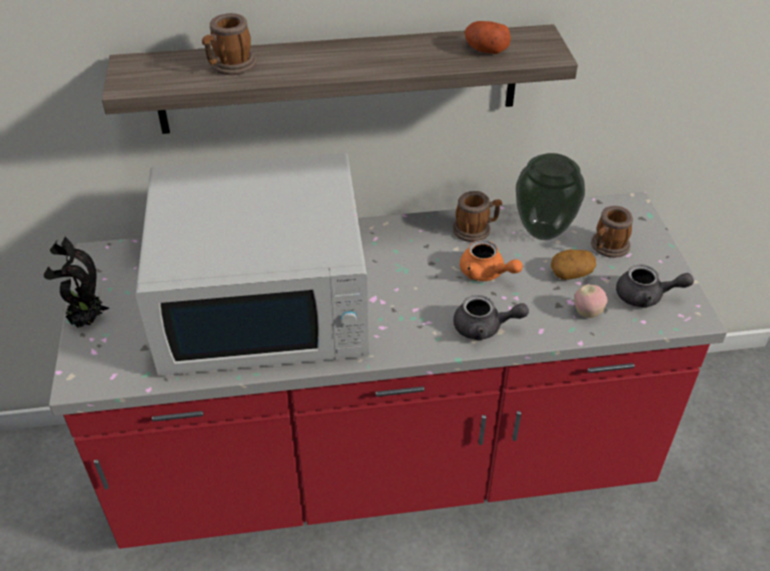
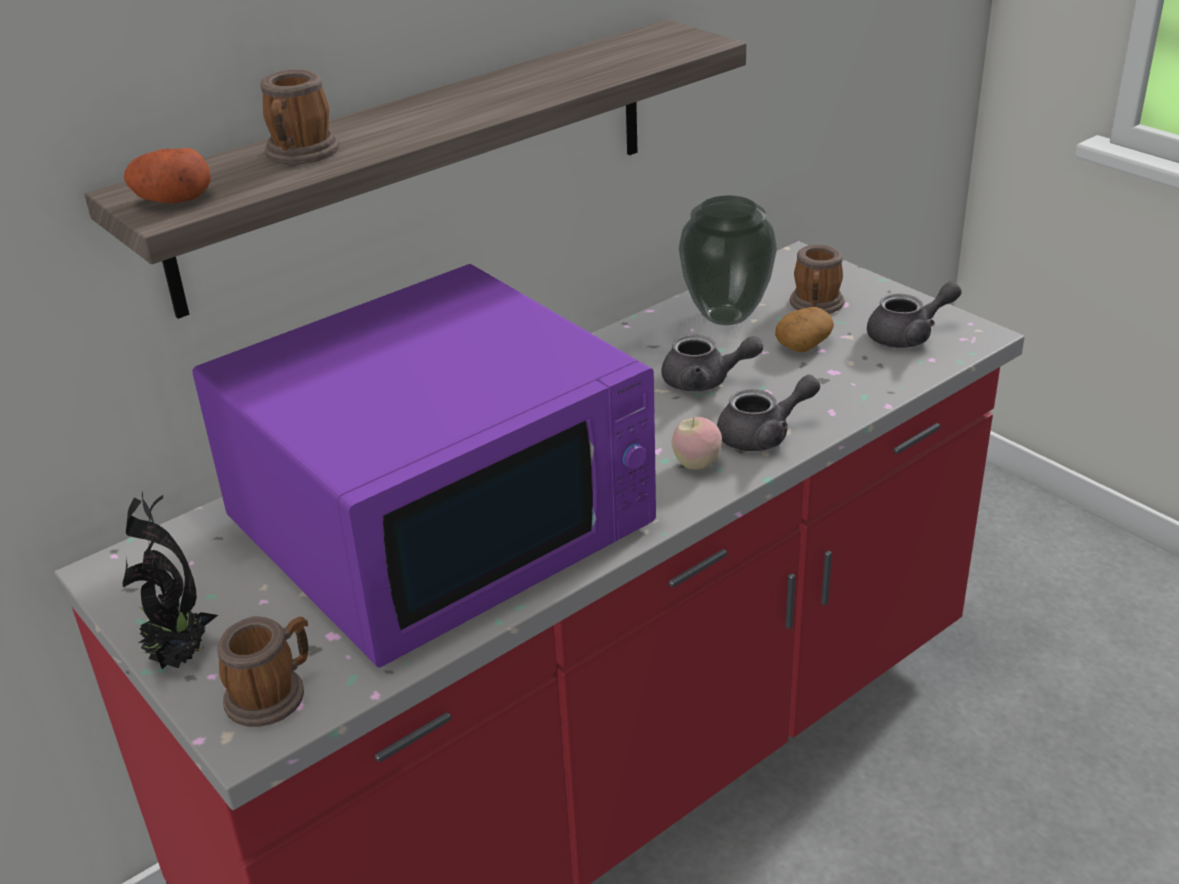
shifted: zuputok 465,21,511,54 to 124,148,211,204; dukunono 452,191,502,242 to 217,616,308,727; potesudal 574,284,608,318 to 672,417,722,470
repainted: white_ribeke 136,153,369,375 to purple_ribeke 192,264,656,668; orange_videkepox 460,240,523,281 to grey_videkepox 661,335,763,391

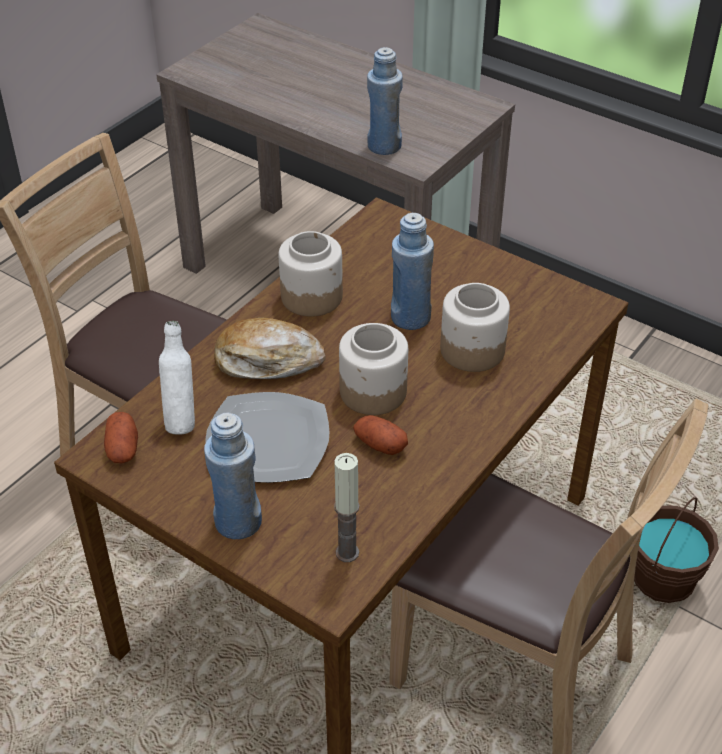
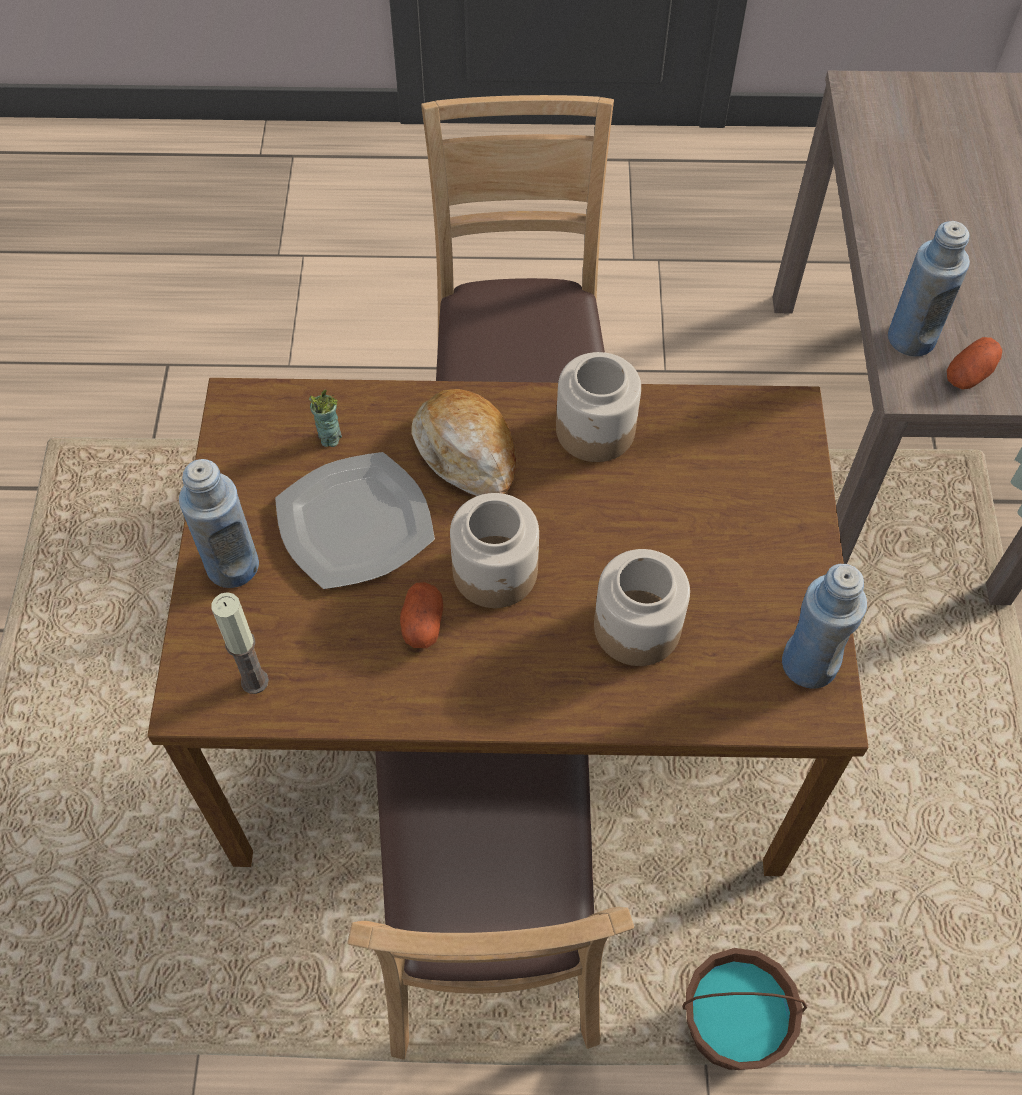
shifted: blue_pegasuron 391,213,434,330 to 782,564,867,689; zuputok 104,412,138,463 to 947,337,1002,389
swapped: white_pegasuron 159,320,195,435 to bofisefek 309,389,342,447

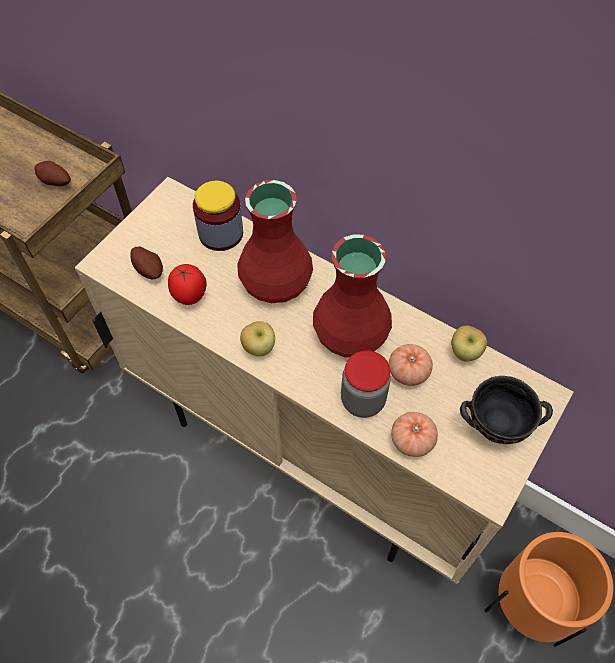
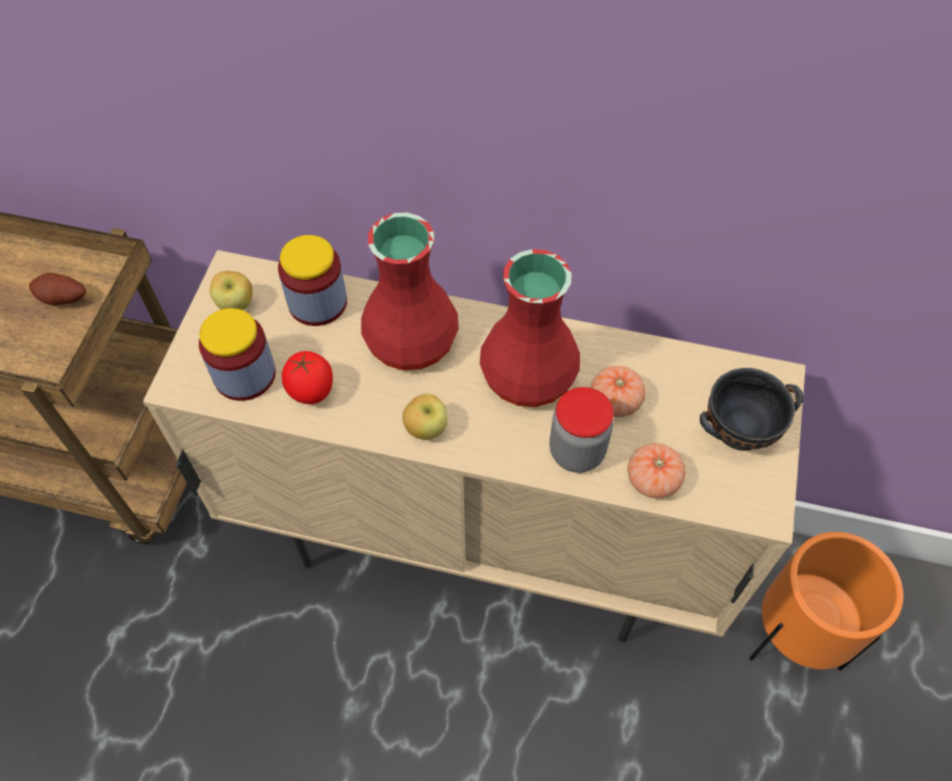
shifted: potesudal 451,326,487,362 to 210,271,253,310
swapped: zuputok 130,246,163,280 to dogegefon 199,308,276,401

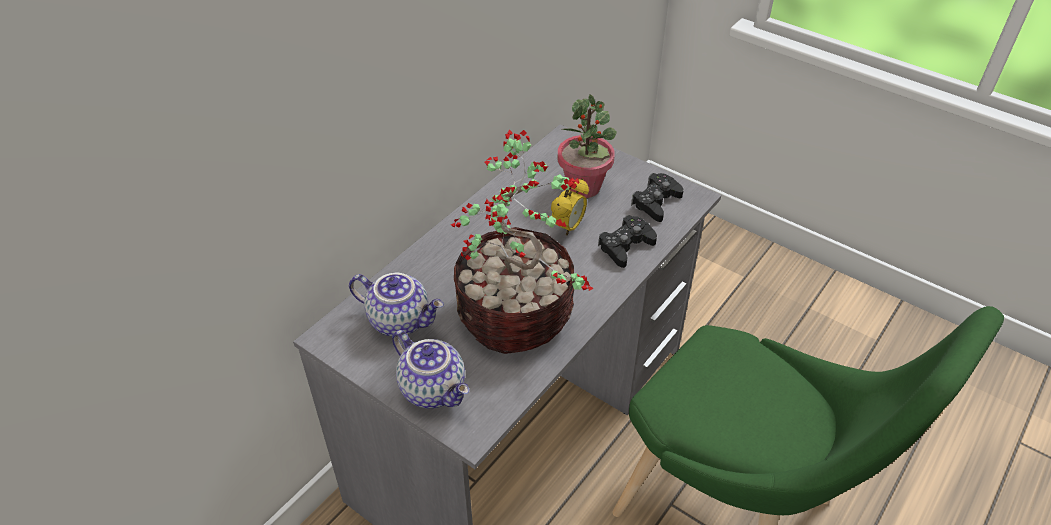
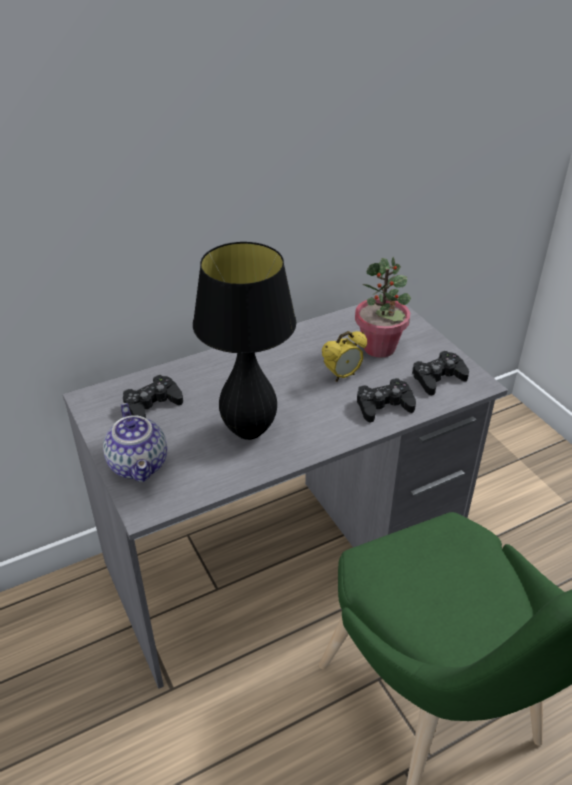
swapped: videkepox 349,273,444,336 to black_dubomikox 123,375,183,418; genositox 451,129,593,354 to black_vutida 193,242,296,440

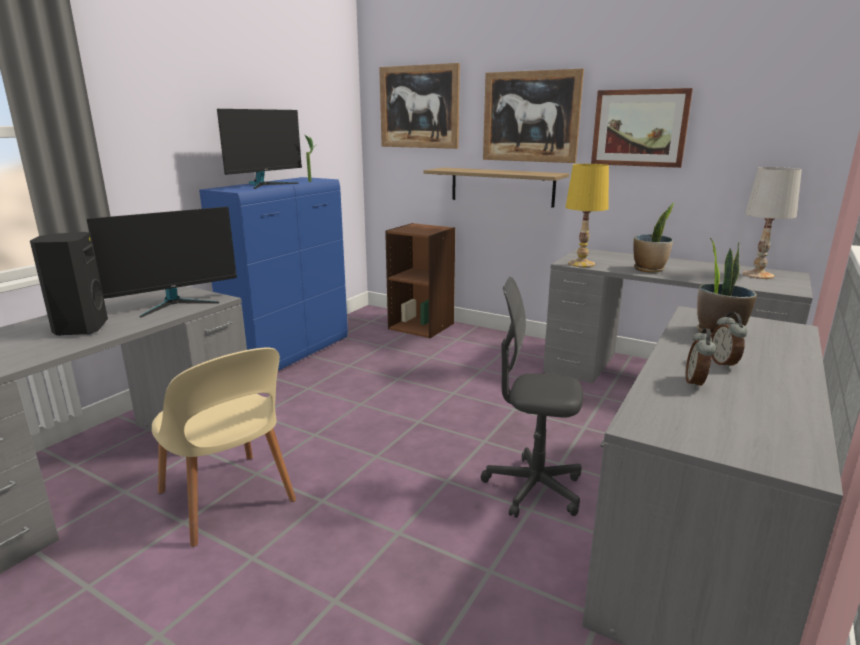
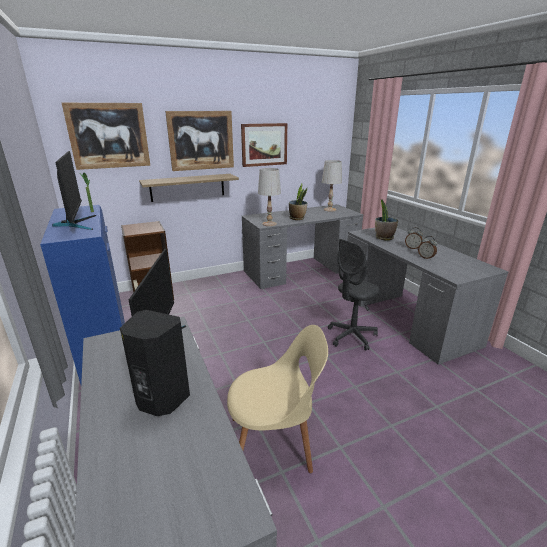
repainted: yellow_vutida 566,164,609,267 to white_vutida 258,168,281,226

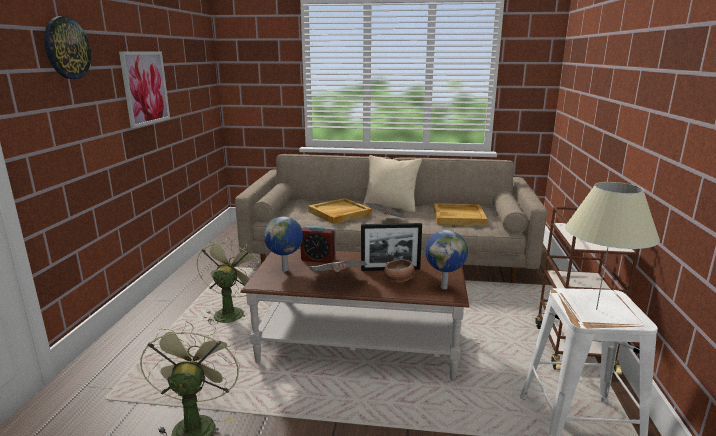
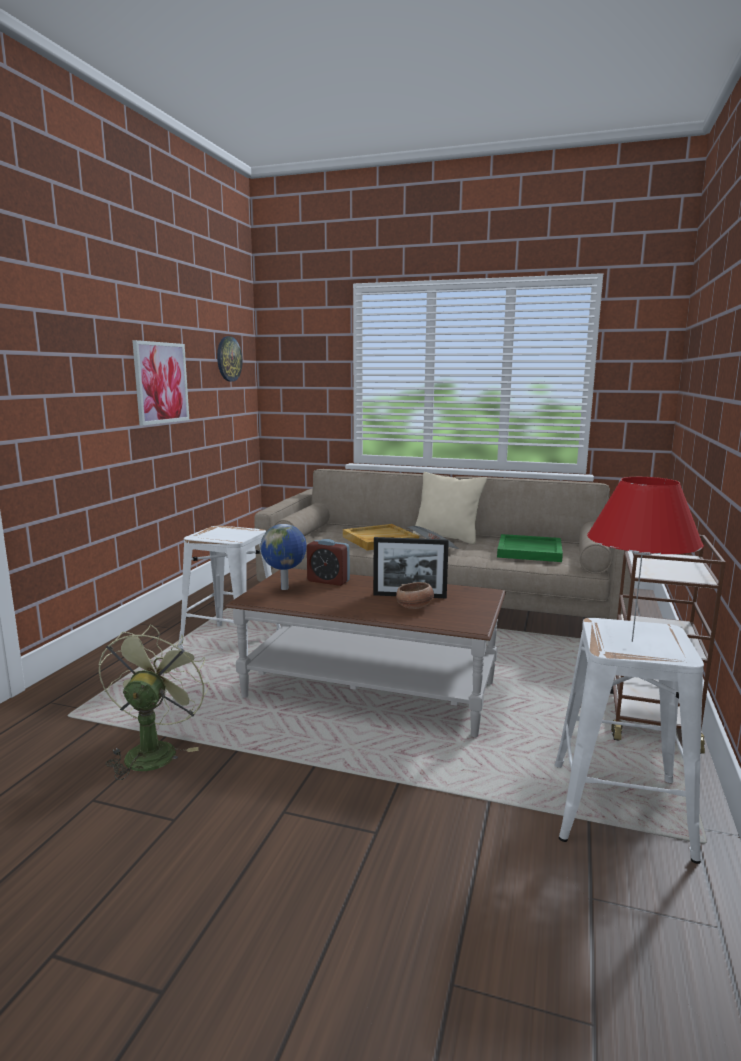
gone: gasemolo 309,261,367,272; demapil 425,230,468,289
shifted: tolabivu 44,16,91,79 to 217,336,242,382
swapped: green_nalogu 197,237,261,325 to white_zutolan 178,526,281,656
repainted: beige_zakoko 434,203,487,226 to green_zakoko 497,534,563,562; beige_vutida 565,182,660,310 to red_vutida 587,477,704,642

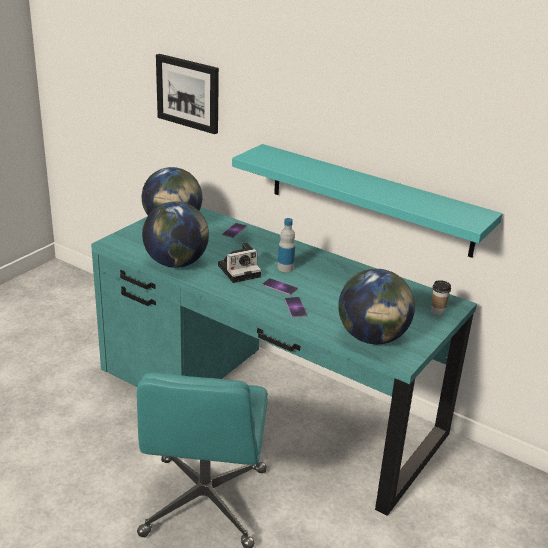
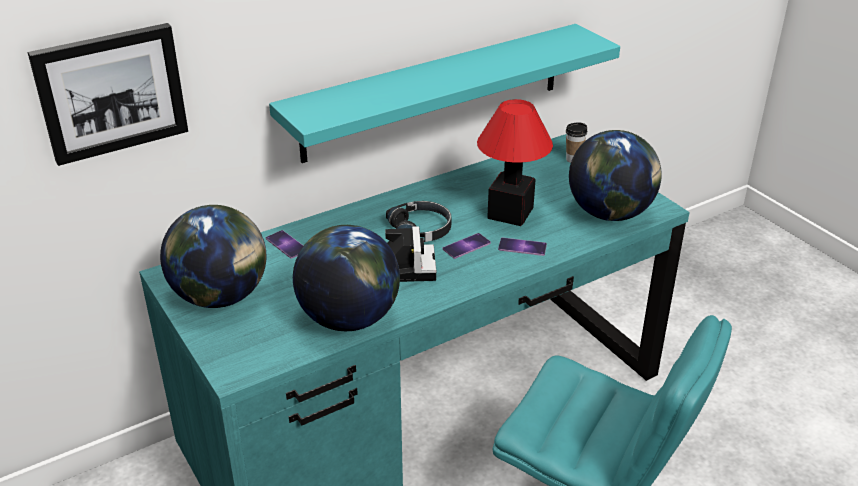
new: vutida 477,99,553,226
swapped: pegasuron 278,218,295,272 to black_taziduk 386,201,451,242

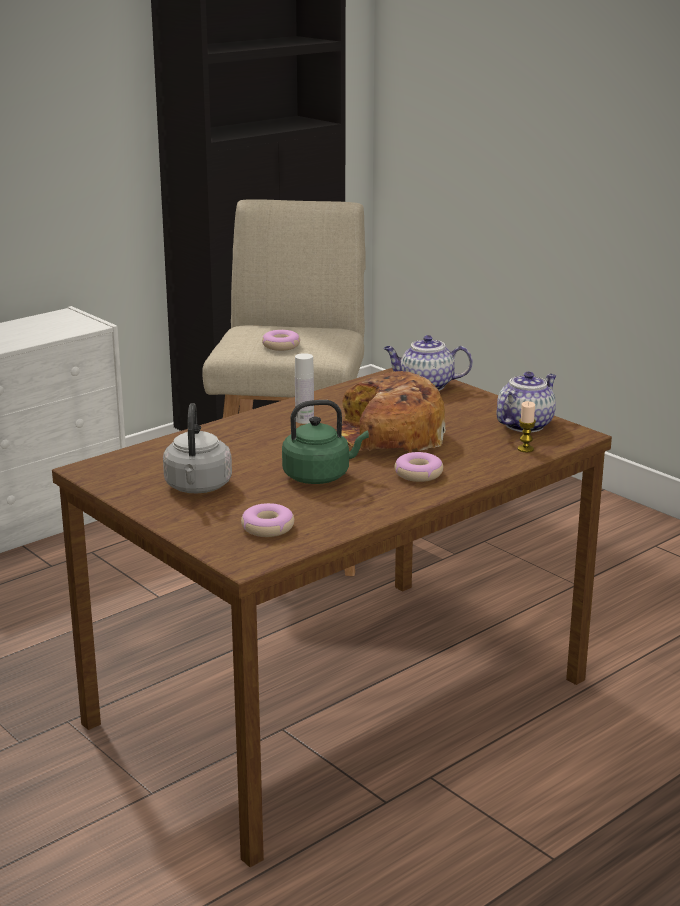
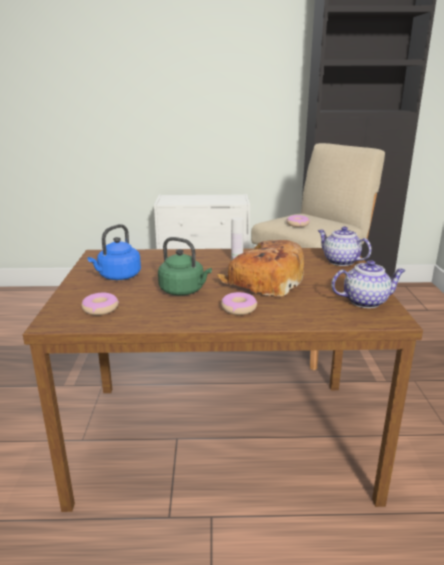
gone: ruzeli 517,401,536,452
repainted: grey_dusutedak 163,403,232,493 to blue_dusutedak 87,224,141,280

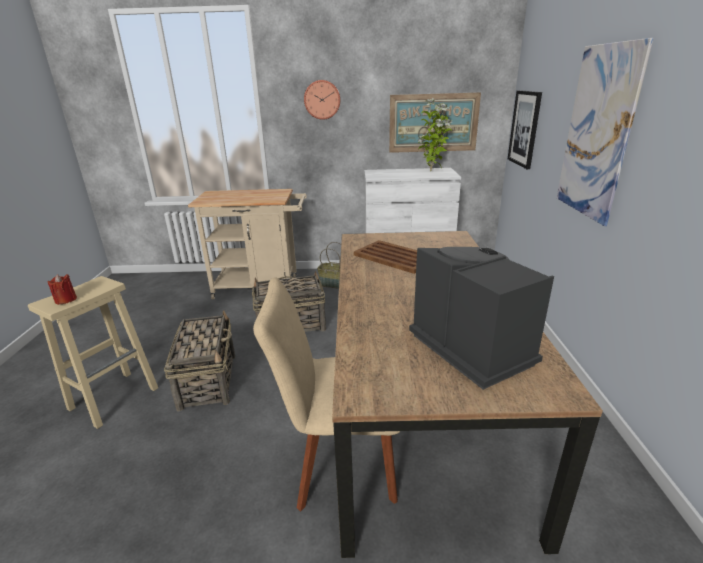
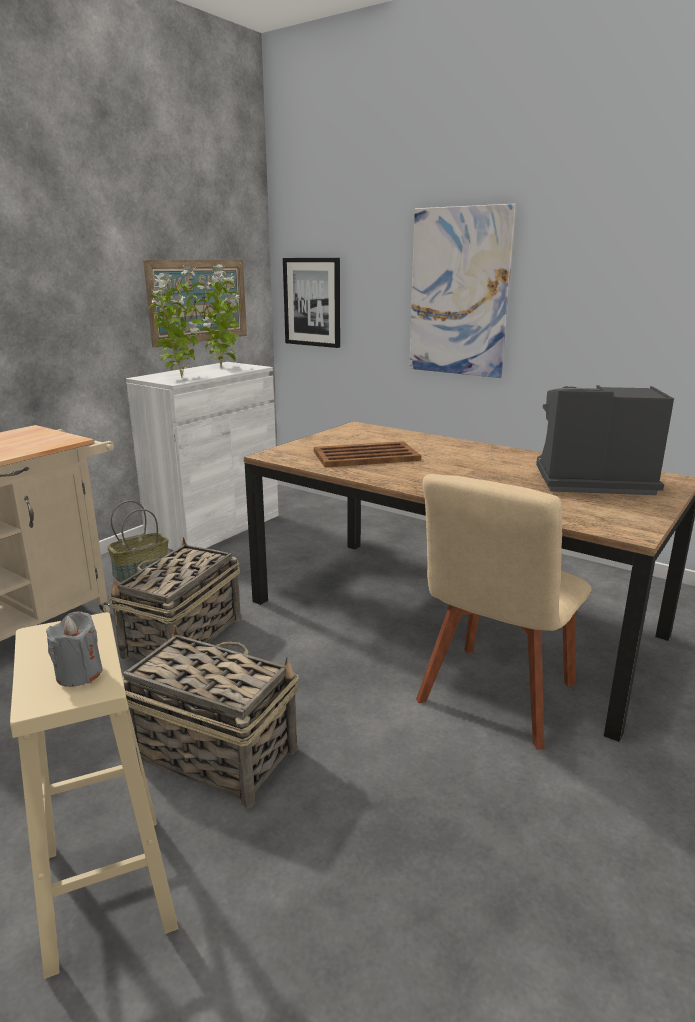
gone: tolabivu 304,80,340,120
new: genositox 148,265,204,378
repainted: red_ruzeli 48,274,77,305 to grey_ruzeli 46,611,103,687

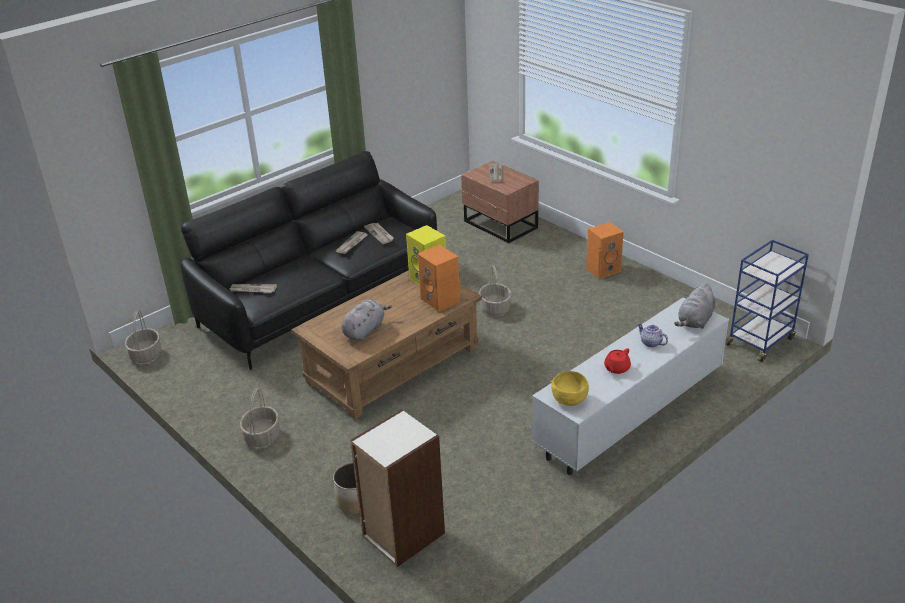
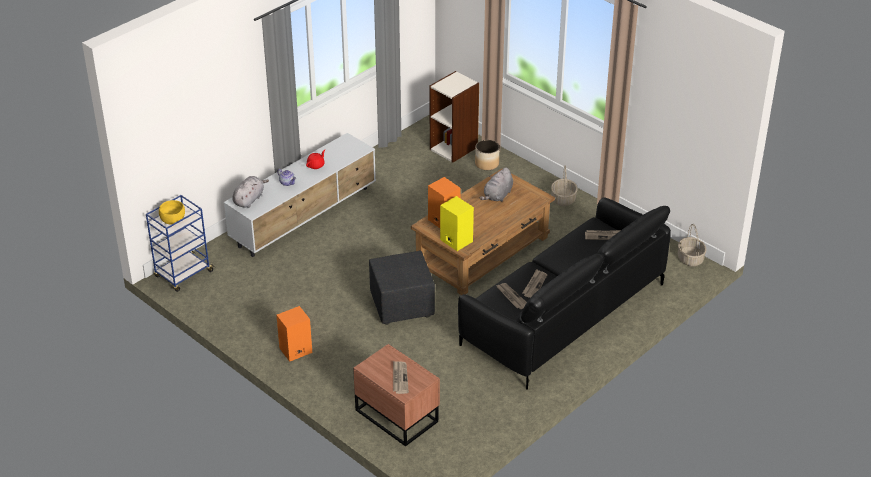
shifted: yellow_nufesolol 551,371,589,406 to 159,200,185,224
swapped: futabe 479,265,512,316 to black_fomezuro 369,251,435,325

